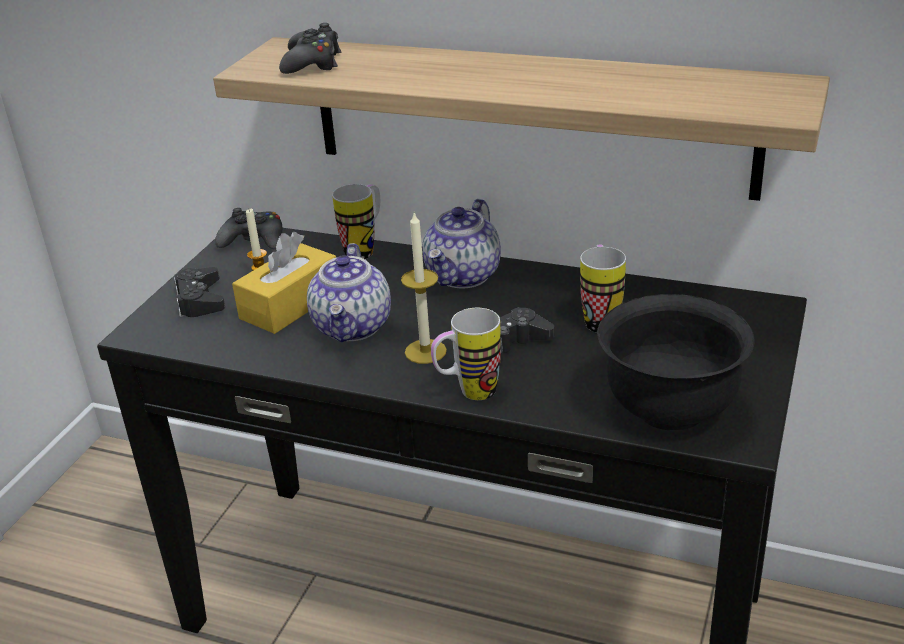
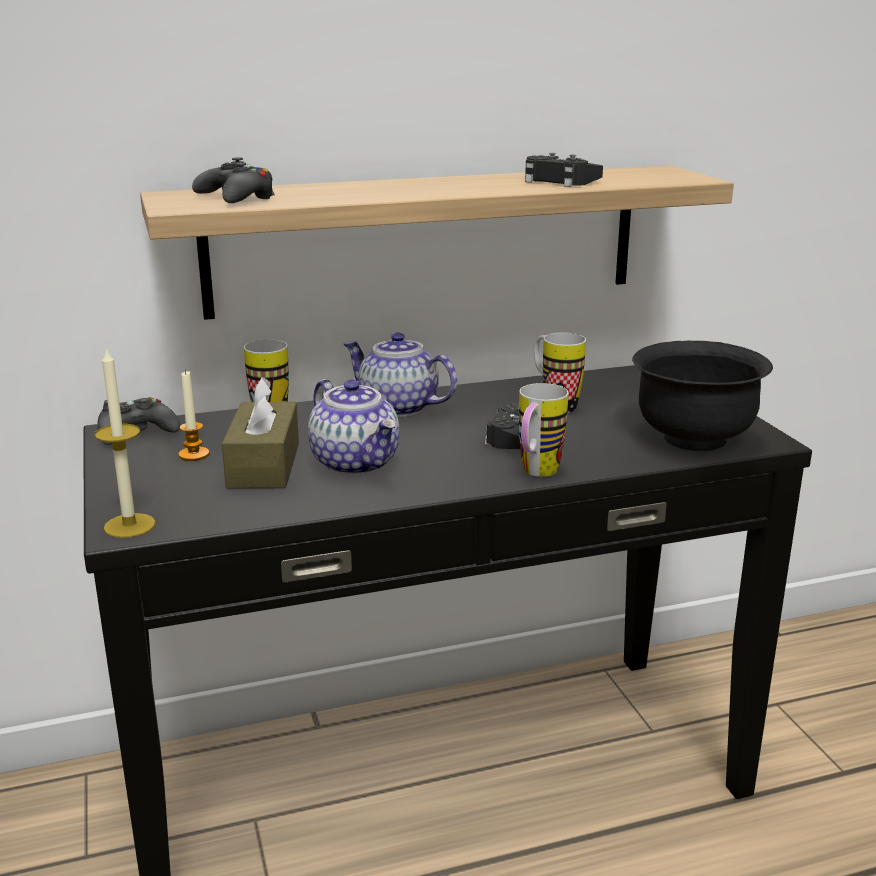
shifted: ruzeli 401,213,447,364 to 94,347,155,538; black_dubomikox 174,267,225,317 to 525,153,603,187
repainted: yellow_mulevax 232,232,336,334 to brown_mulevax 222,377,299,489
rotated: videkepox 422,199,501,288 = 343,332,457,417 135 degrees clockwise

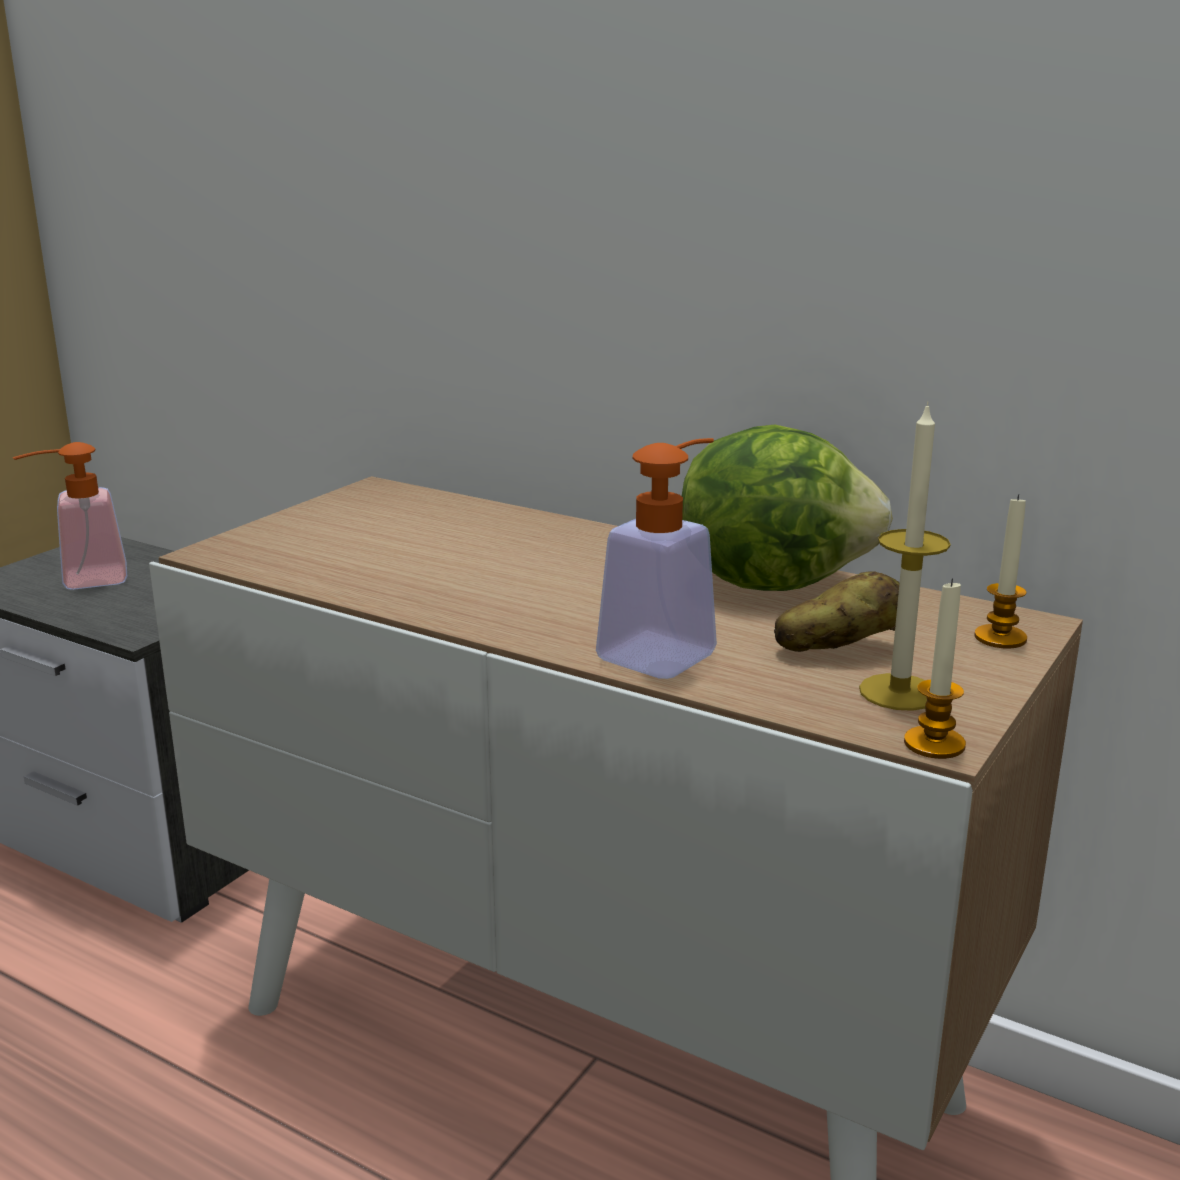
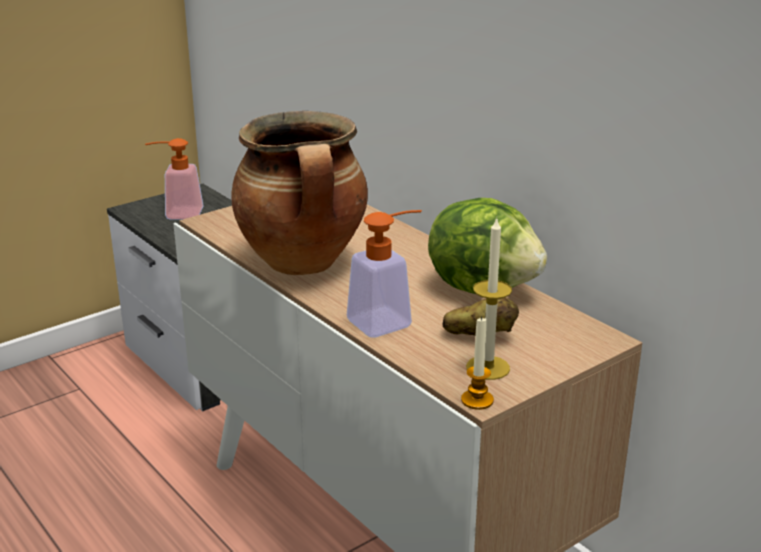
gone: ruzeli 974,494,1027,649
new: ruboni 231,111,368,275

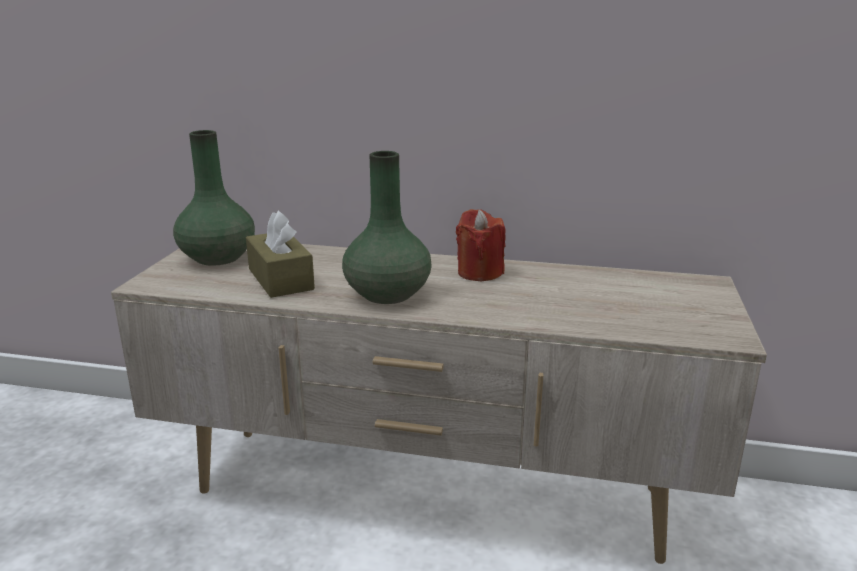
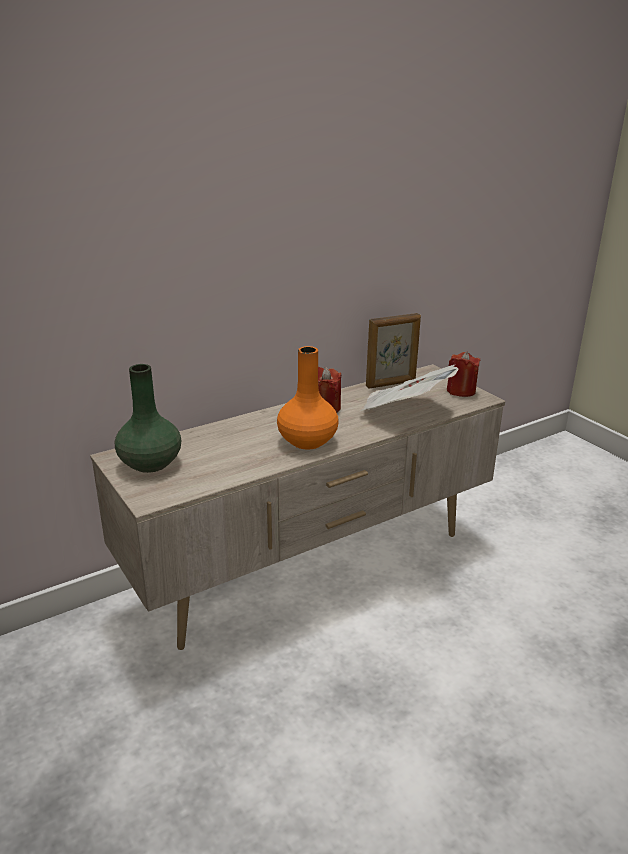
gone: brown_mulevax 246,211,315,298
new: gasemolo 360,364,458,411; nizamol 366,313,421,389; red_ruzeli 447,352,480,397
repainted: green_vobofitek 342,151,432,304 to orange_vobofitek 277,346,339,449

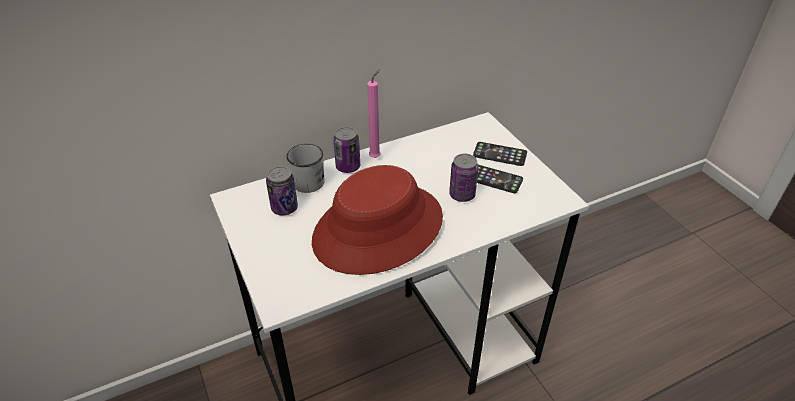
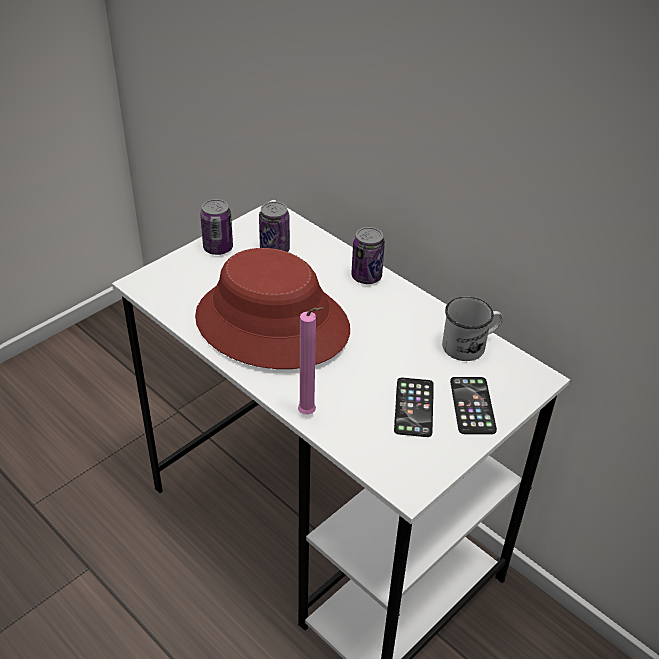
shifted: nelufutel 449,153,478,202 to 200,199,233,255; pink_ruzeli 367,70,381,158 to 298,307,324,415; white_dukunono 286,144,325,193 to 442,297,503,361

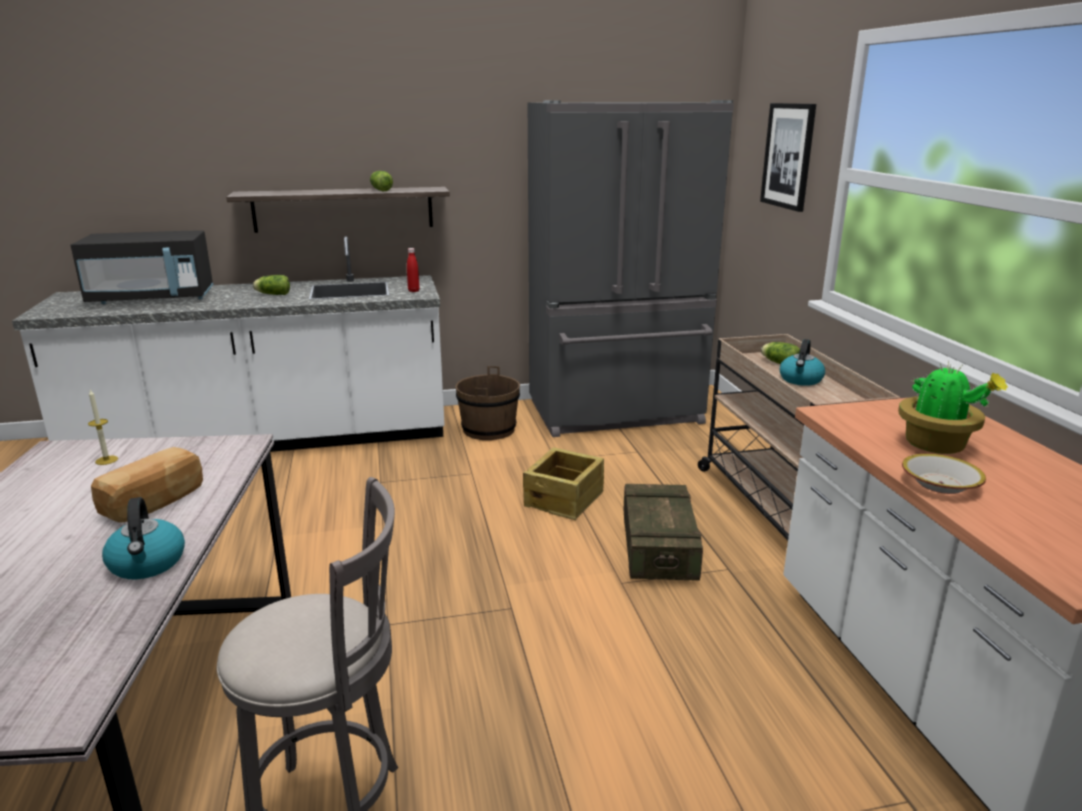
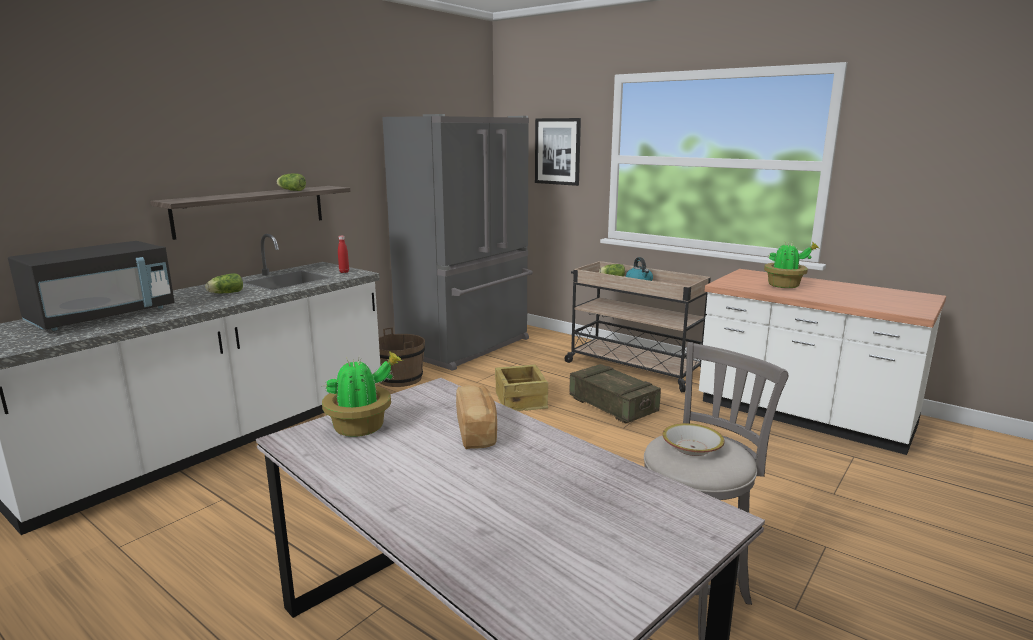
gone: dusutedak 102,497,185,579
shifted: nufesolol 902,454,986,494 to 662,423,725,456
swapped: ruzeli 88,390,118,465 to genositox 322,352,403,437

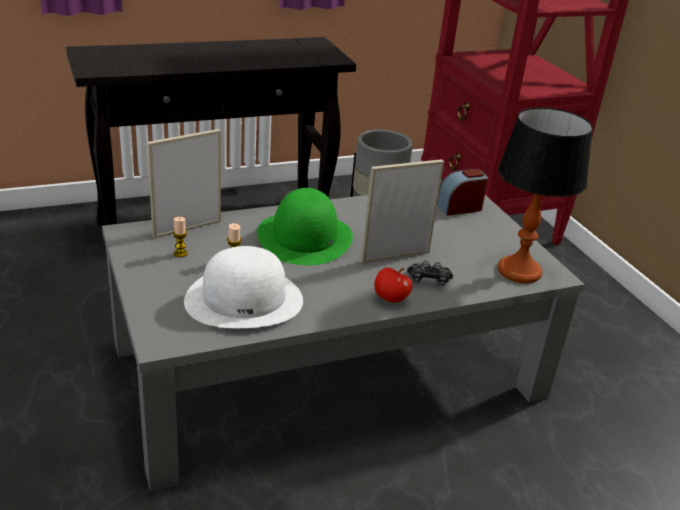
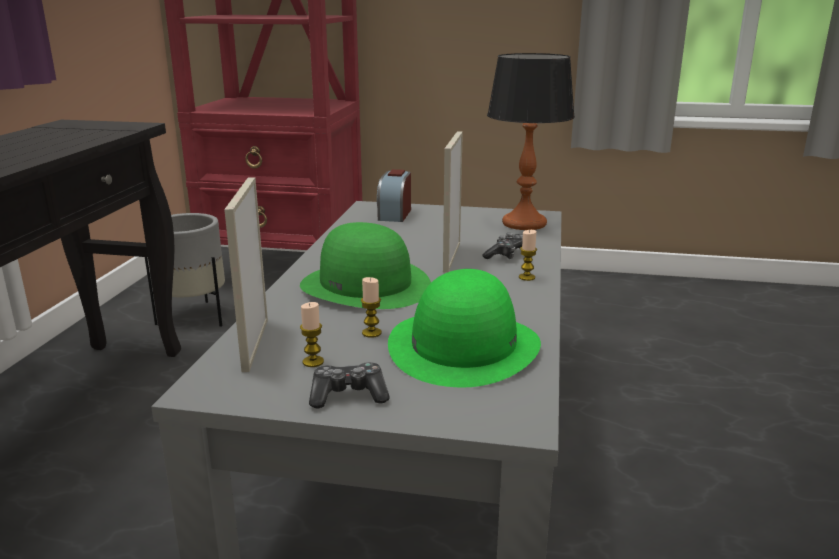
new: dubomikox 309,362,390,408
swapped: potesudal 374,267,412,303 to ruzeli 519,230,537,281
repainted: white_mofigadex 184,246,303,328 to green_mofigadex 388,269,541,388

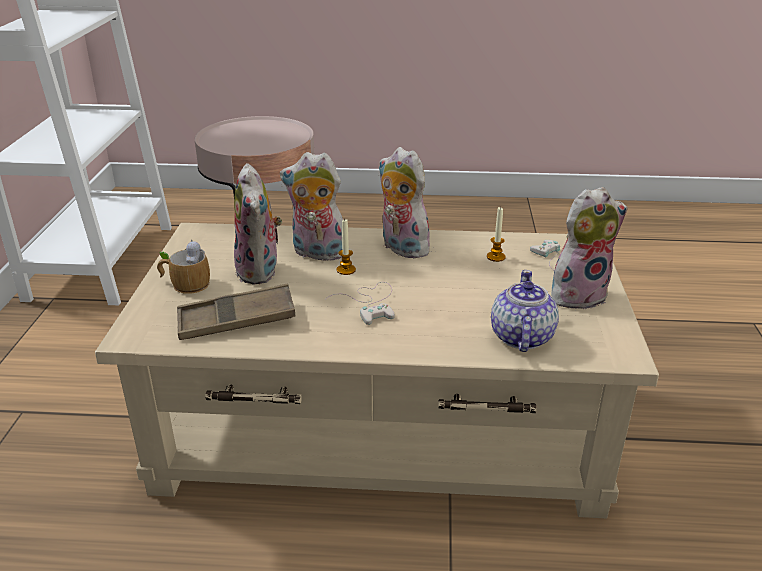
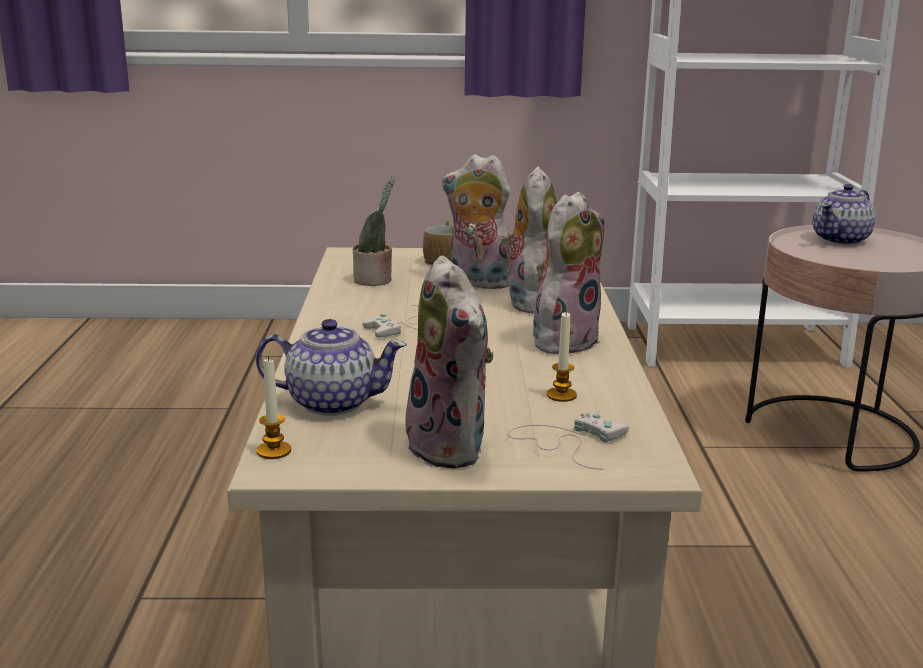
new: videkepox 813,184,876,245
shifted: ruzeli 337,218,356,275 to 256,357,291,459
swapped: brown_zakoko 177,284,295,340 to genositox 353,176,395,286
rotated: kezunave 234,163,282,284 = 442,154,510,289 45 degrees clockwise

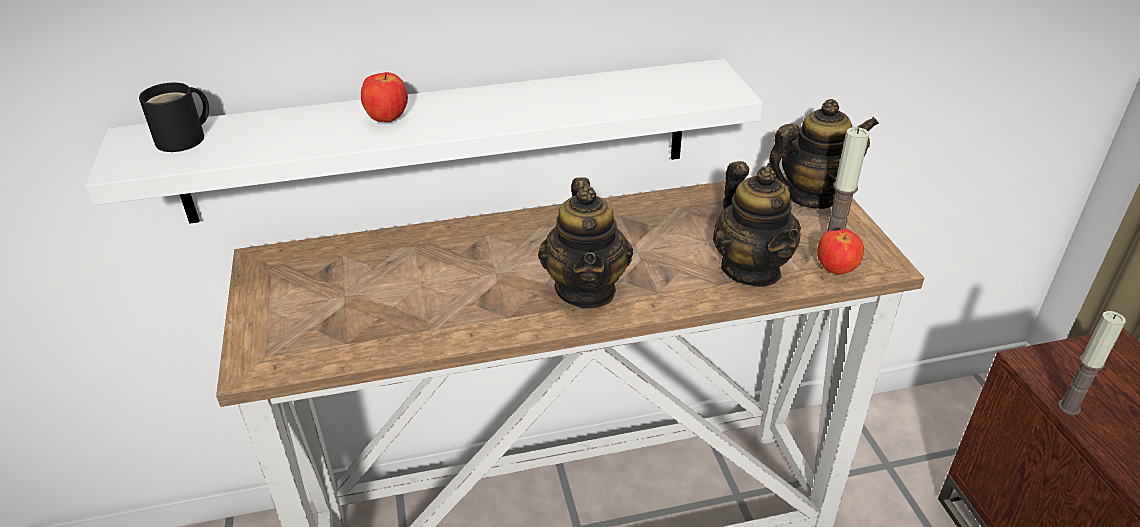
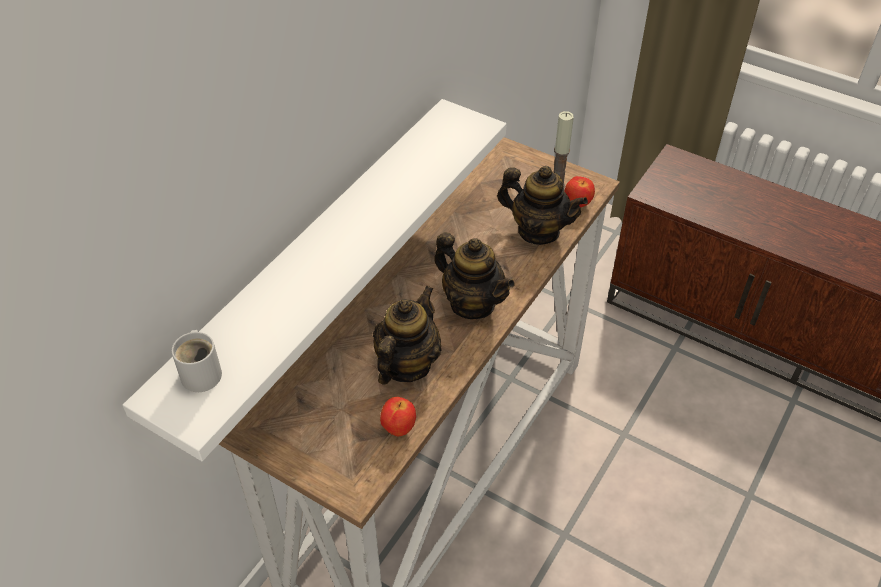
gone: ruzeli 1058,311,1126,415
shifted: videkepox 767,99,879,209 to 373,286,442,385; potesudal 361,72,408,122 to 380,397,416,436
repainted: black_dukunono 139,83,209,152 to white_dukunono 171,330,222,392

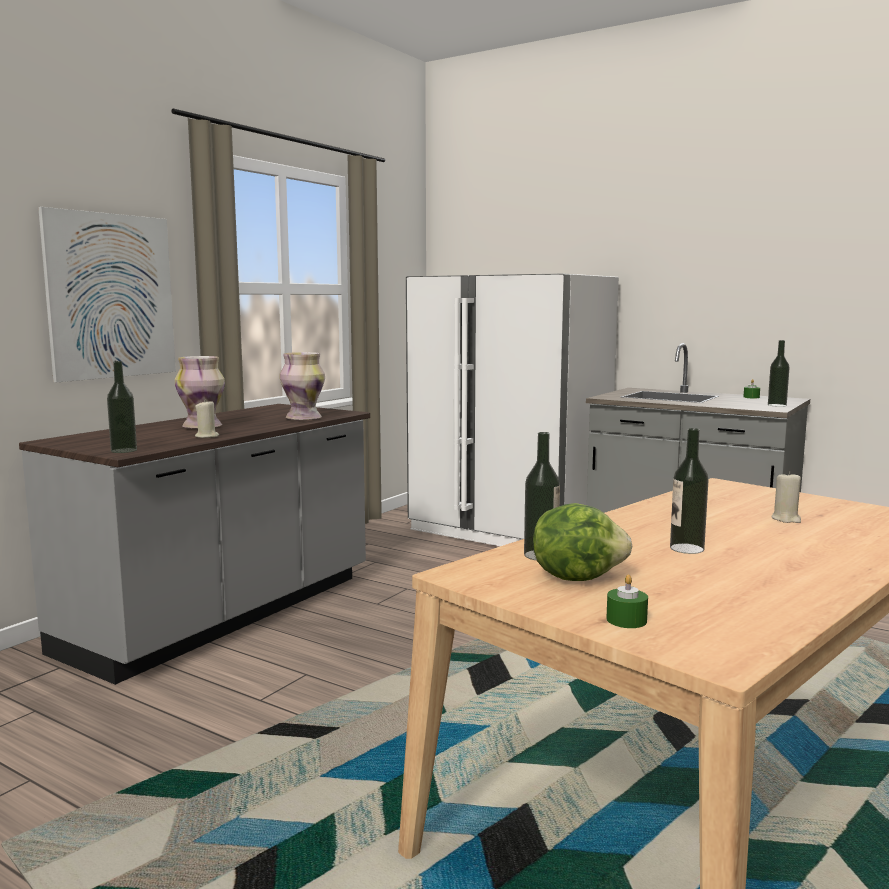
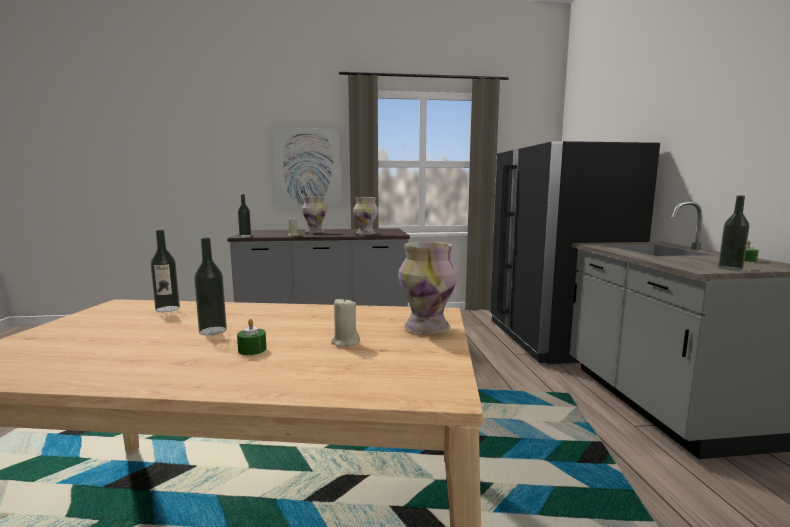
gone: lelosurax 533,503,632,581
new: vobofitek 398,242,458,334
shifted: green_ruzeli 606,575,648,628 to 237,319,267,355
repainted: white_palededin 406,274,619,546 to black_palededin 490,141,660,364

